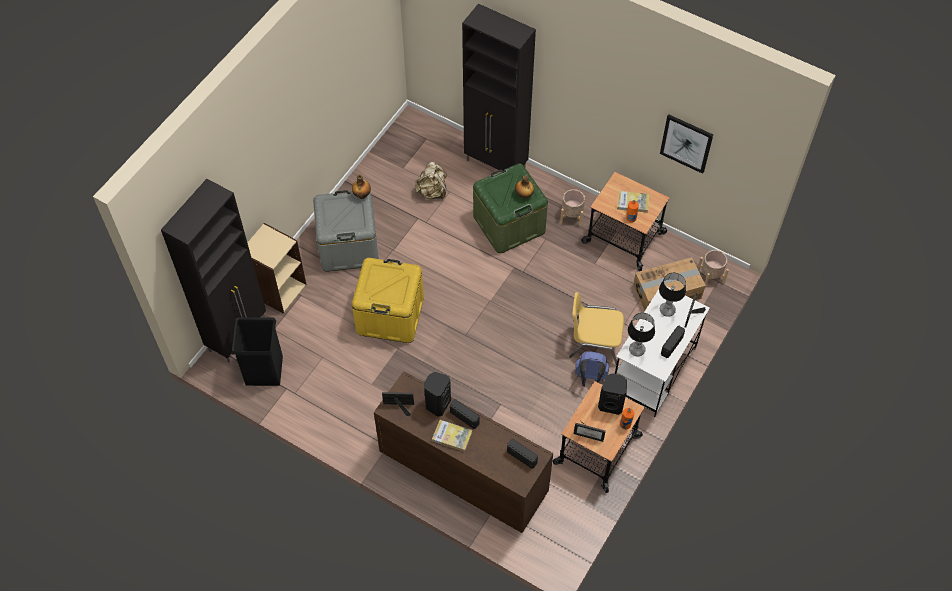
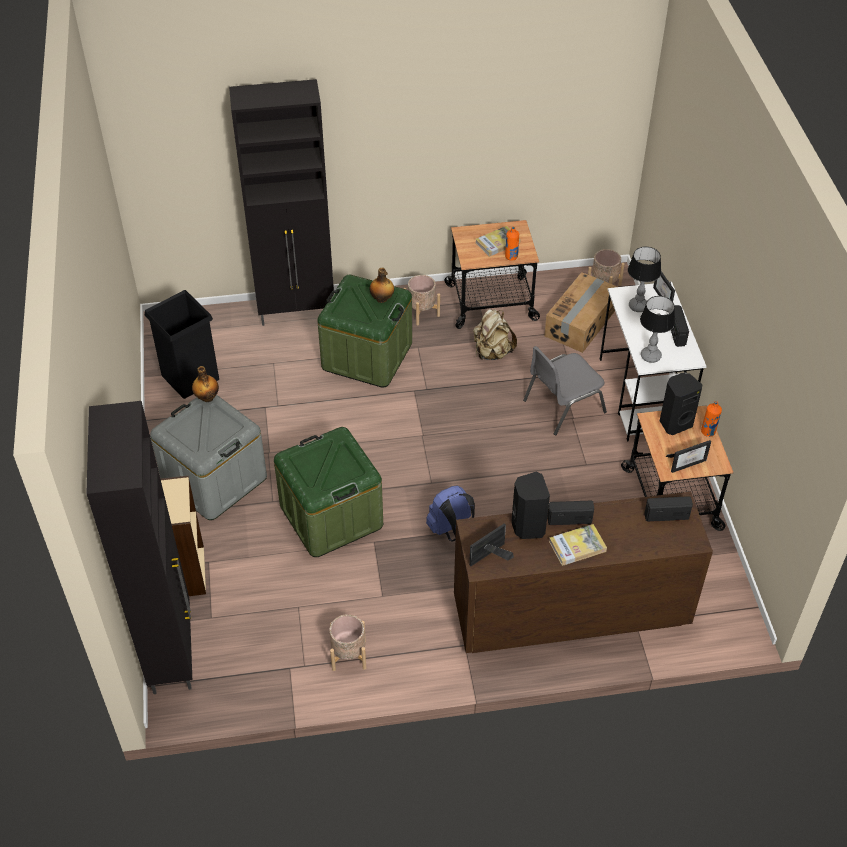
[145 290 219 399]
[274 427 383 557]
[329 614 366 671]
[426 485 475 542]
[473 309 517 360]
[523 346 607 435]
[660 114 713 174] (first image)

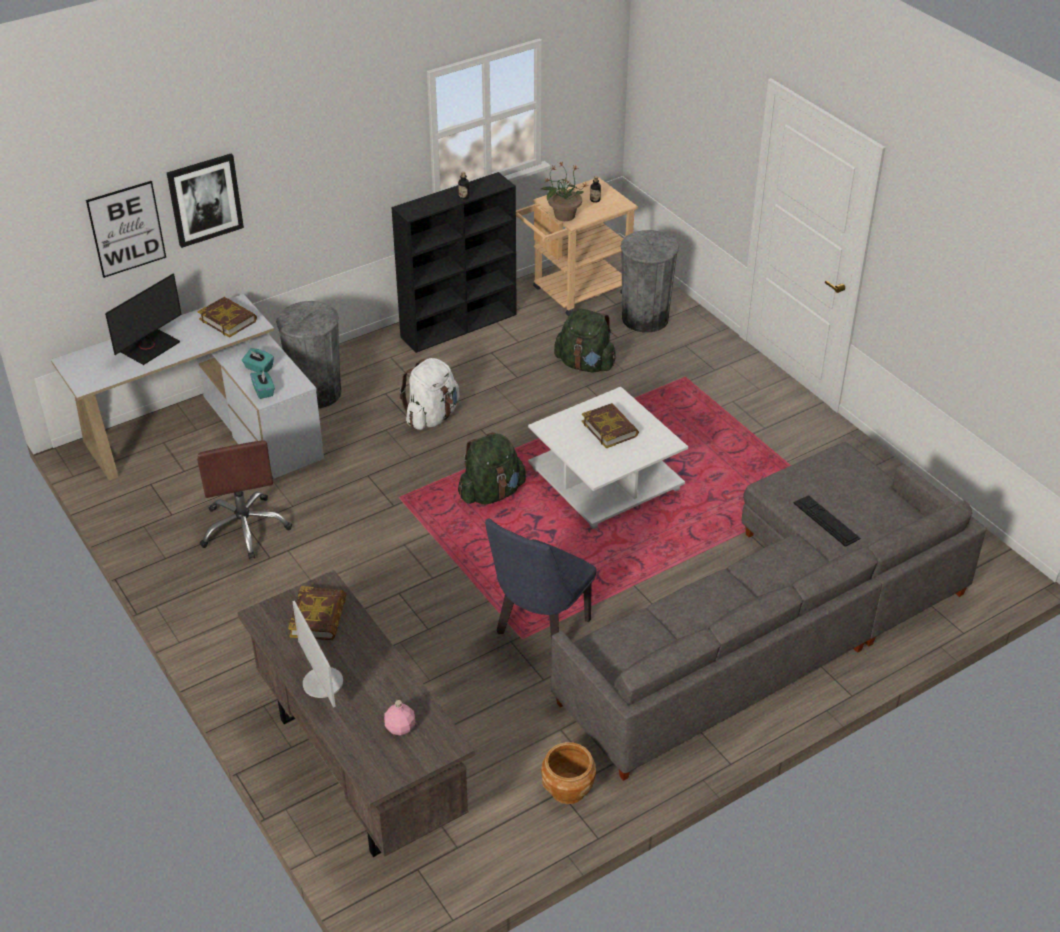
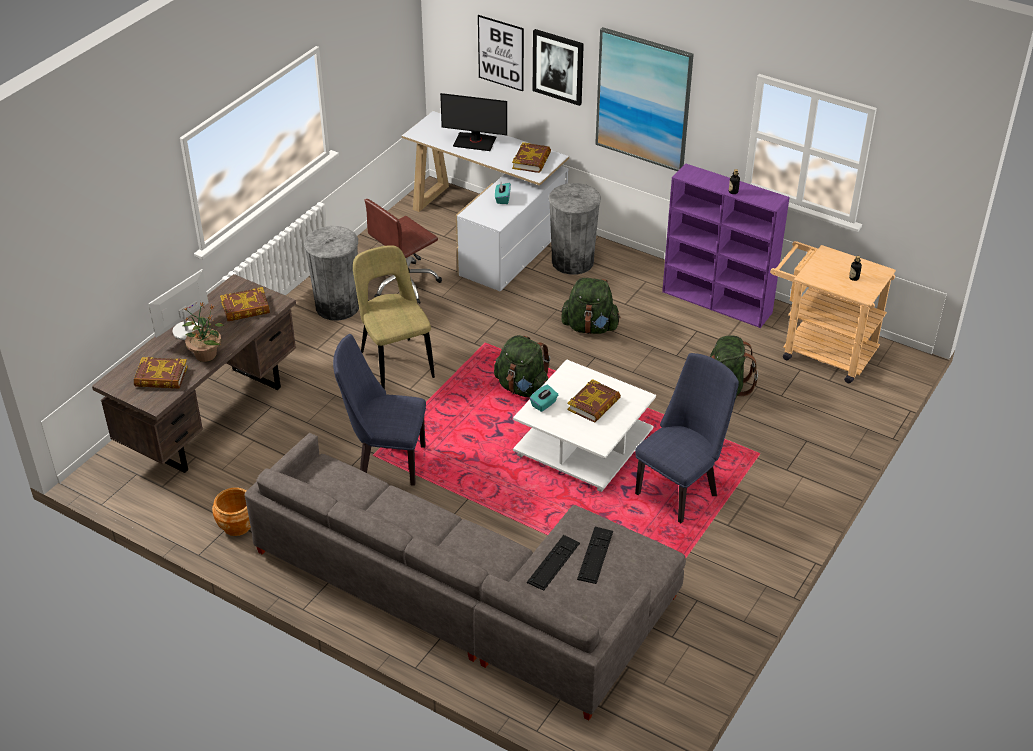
[134 357 188 389]
[182 302 224 362]
[304 226 359 321]
[353 245 435 389]
[530 385 558 412]
[561 278 621 334]
[577 527 613 584]
[595 27 694 171]
[635 353 739 523]
[662 163 790 328]

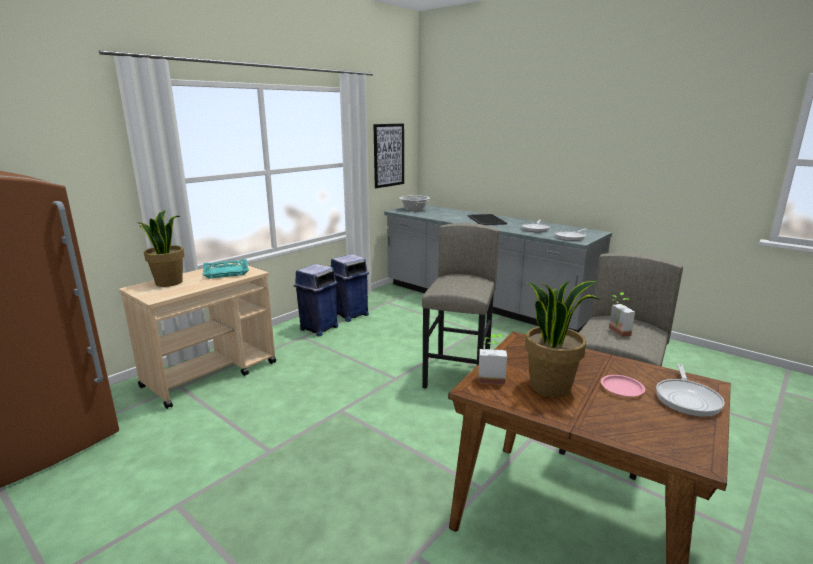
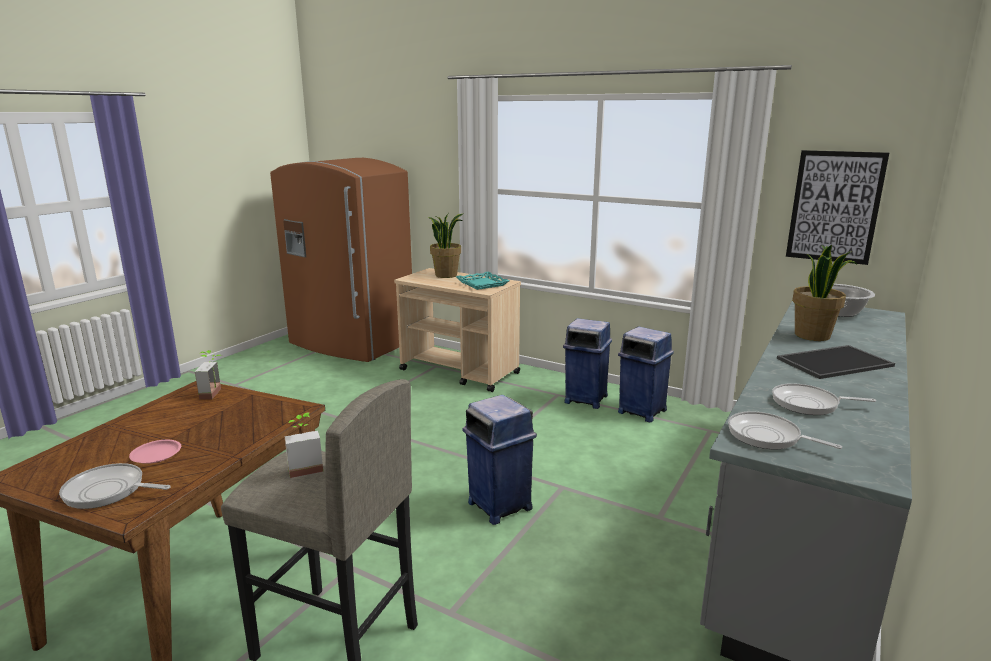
[462 395 537 525]
[792 245 858 341]

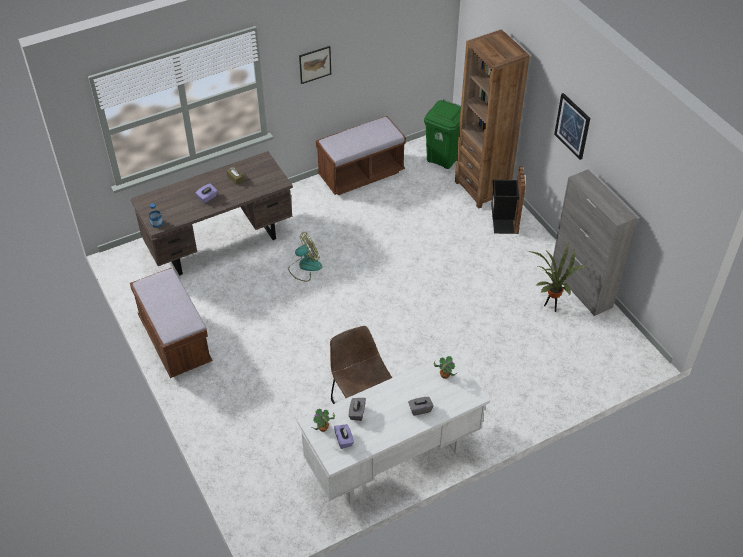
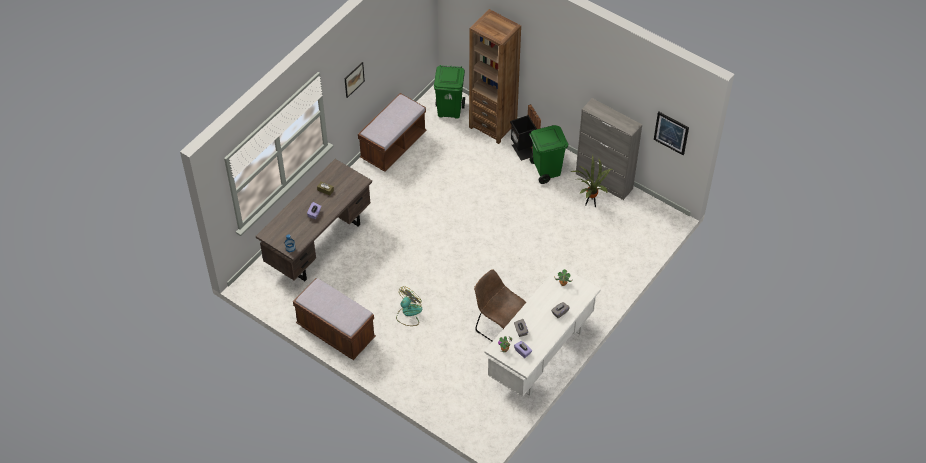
[396 286 423 326]
[529 125 568 184]
[654 112 689 155]

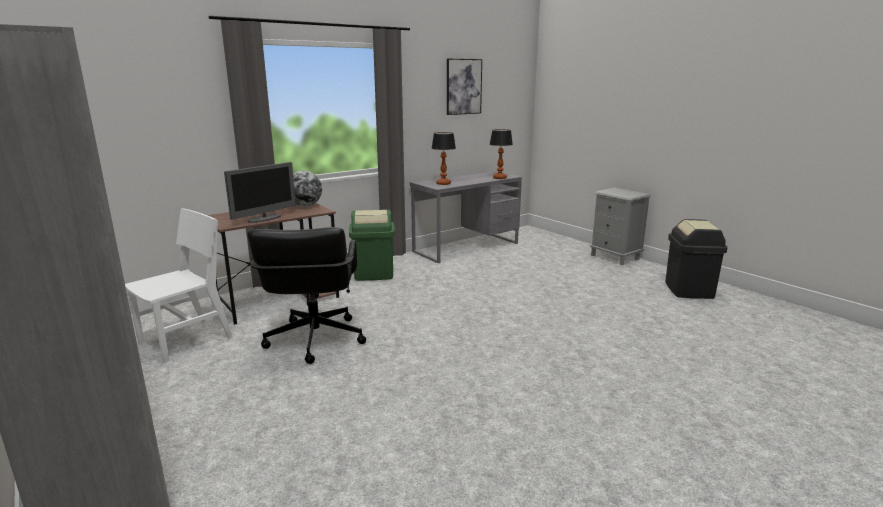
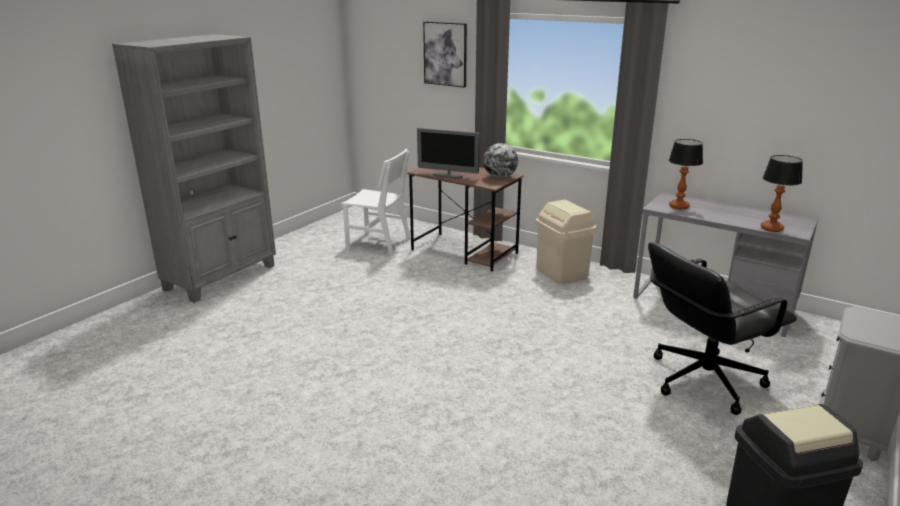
[423 21 467 88]
[536 200 596 284]
[648 242 797 415]

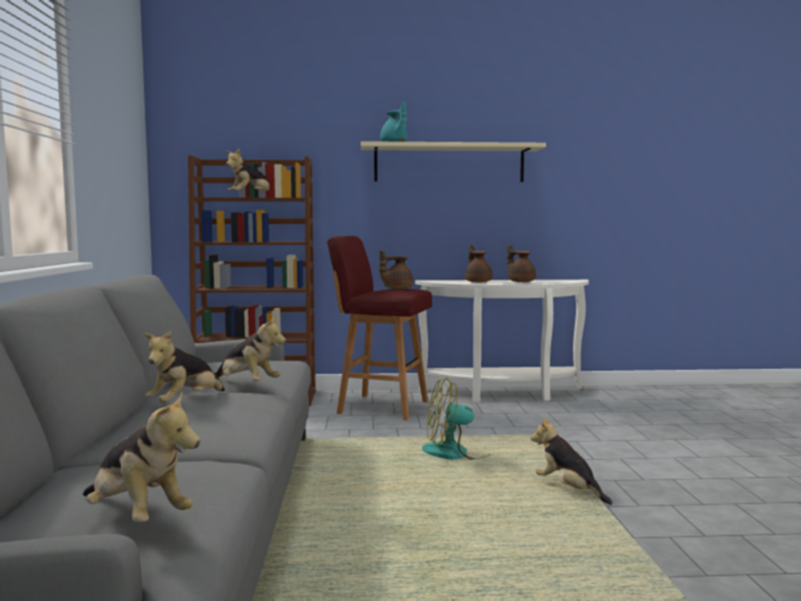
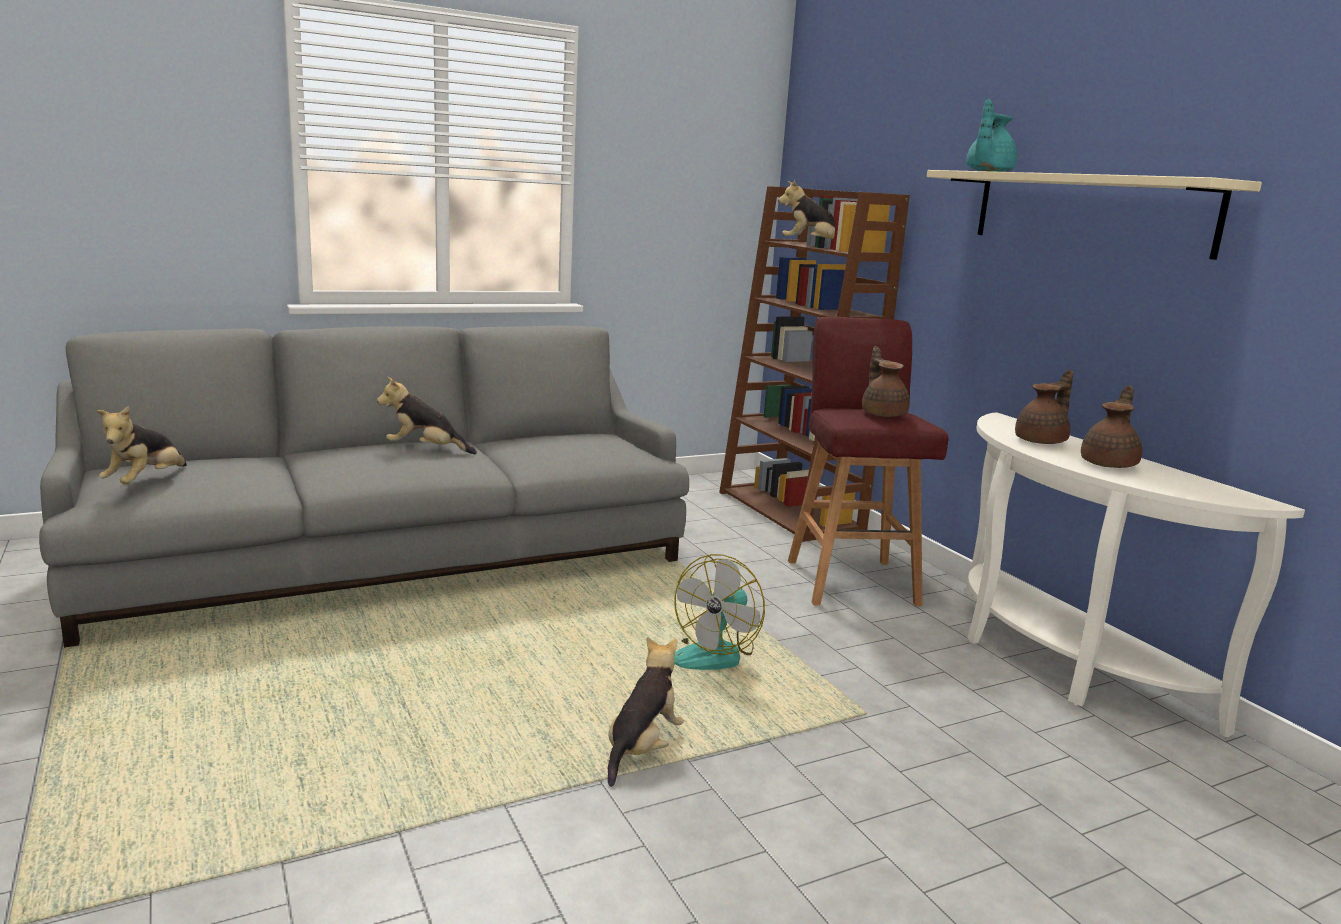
[674 554 765 670]
[862 346 910 417]
[214 315 286 381] (first image)

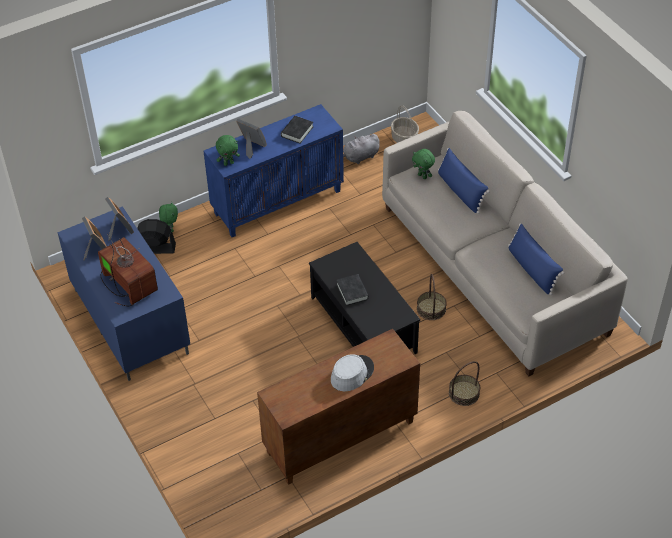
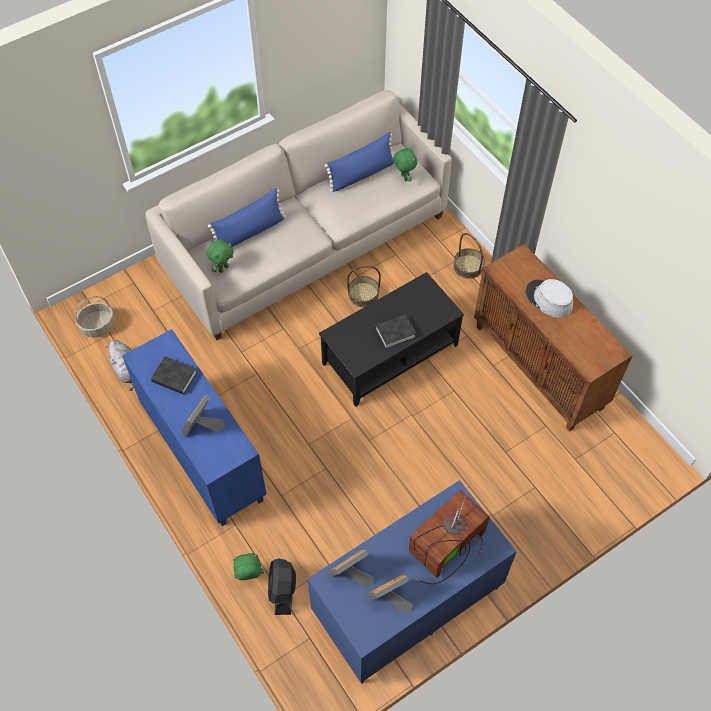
[393 146 417 181]

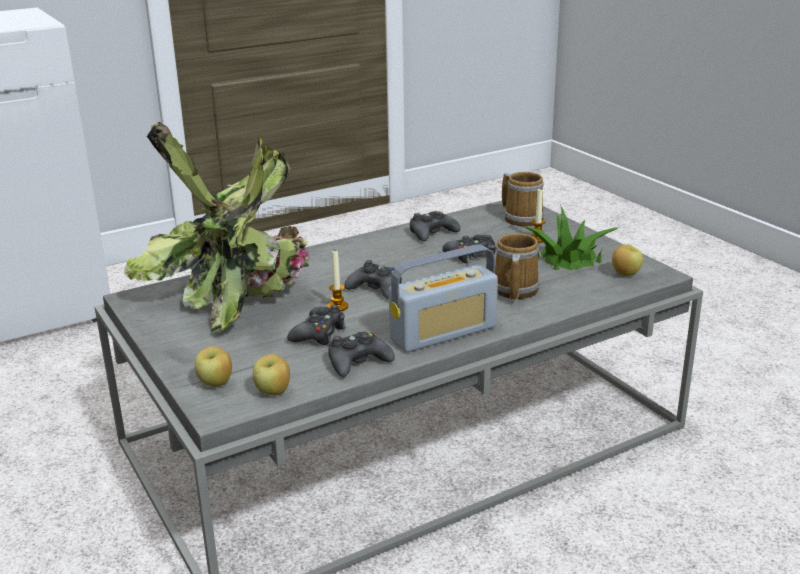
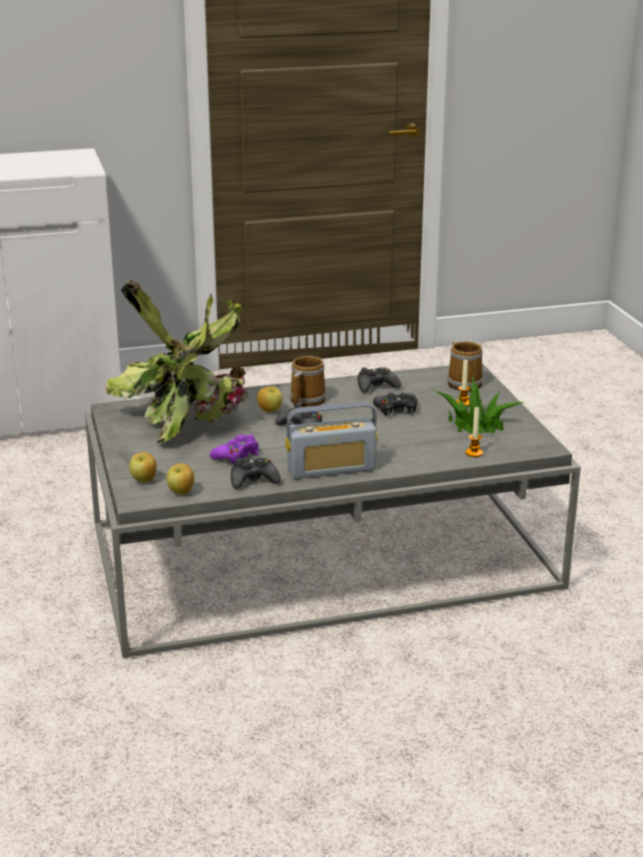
[210 435 259 464]
[257 386 283 412]
[290 356 327 407]
[466 407 483 457]

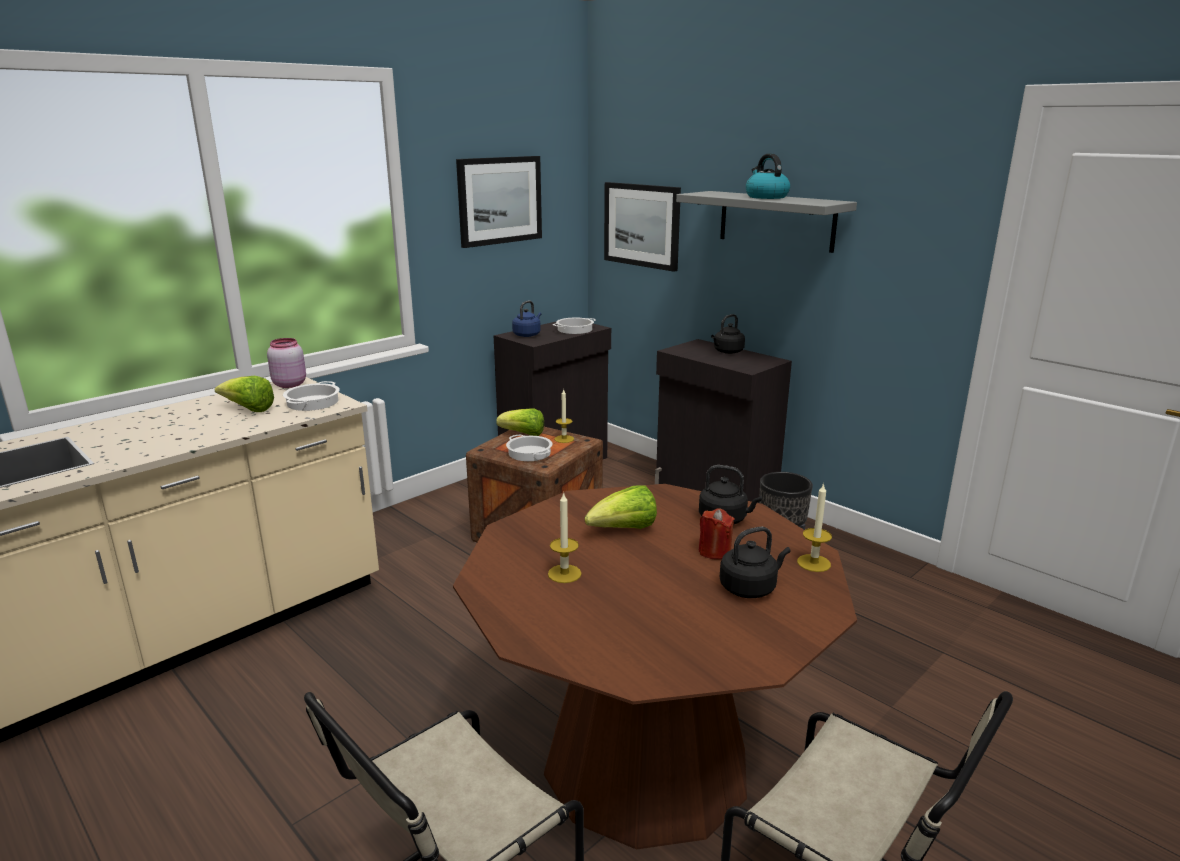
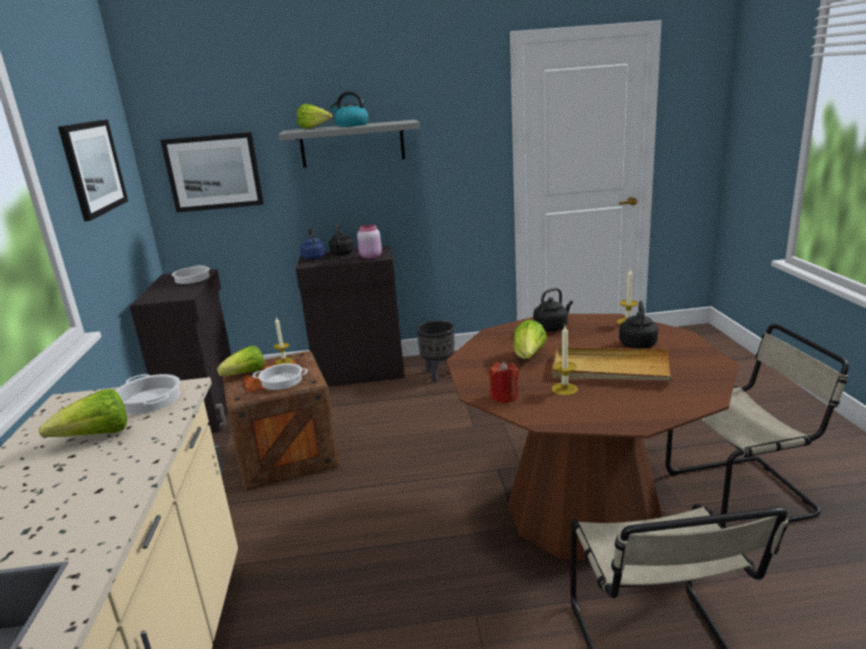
[297 104 332 129]
[300 228 326 260]
[357 225 382 259]
[490 362 519 403]
[552 347 672 380]

